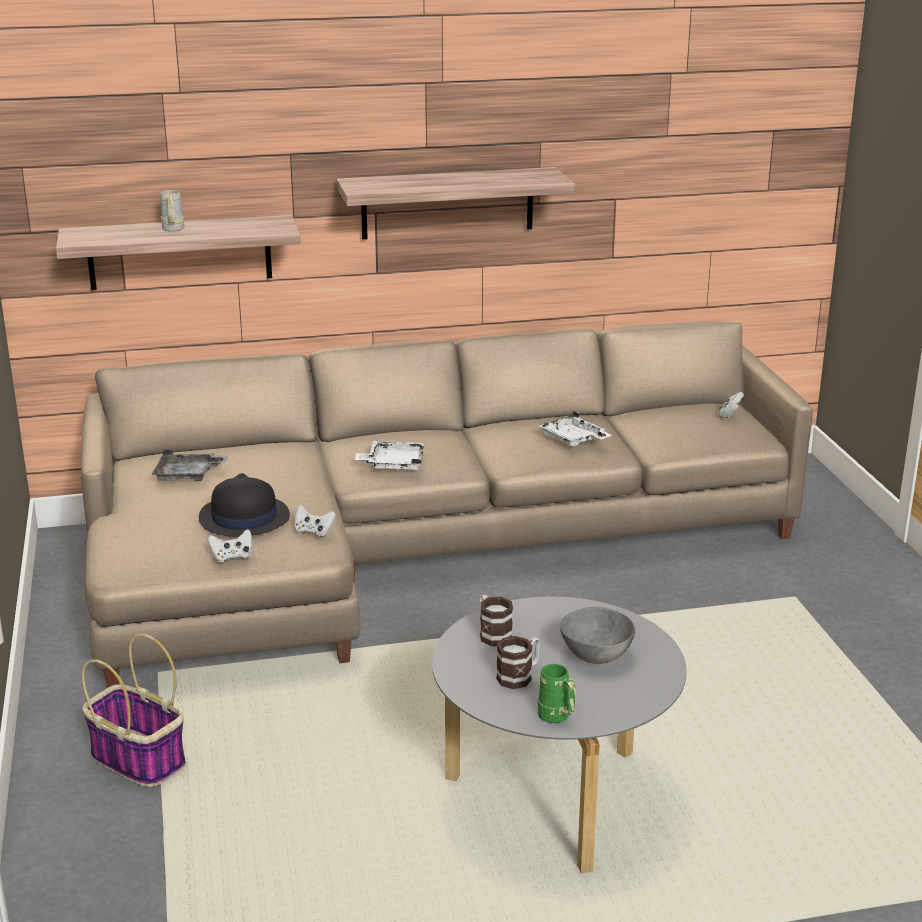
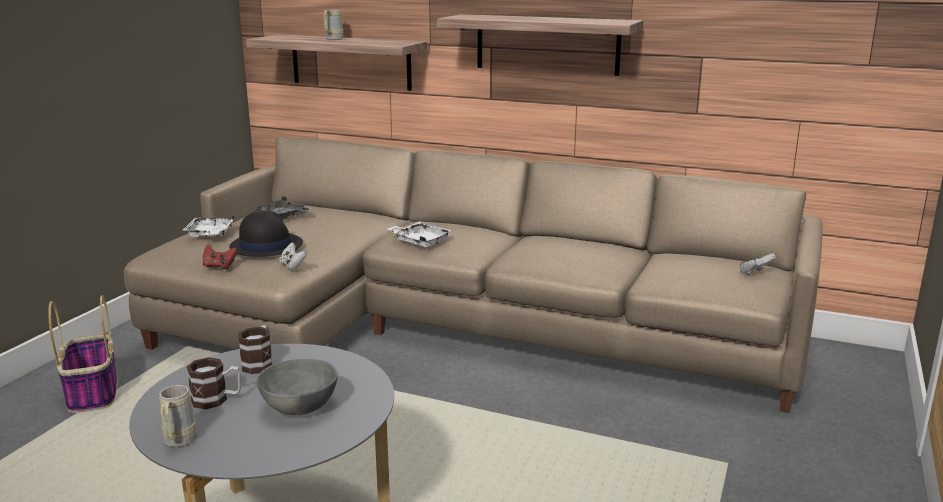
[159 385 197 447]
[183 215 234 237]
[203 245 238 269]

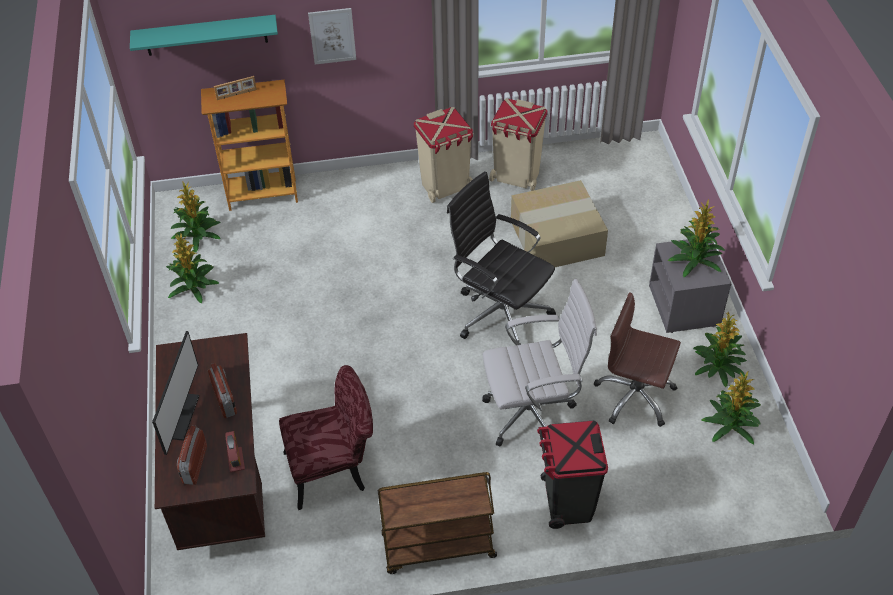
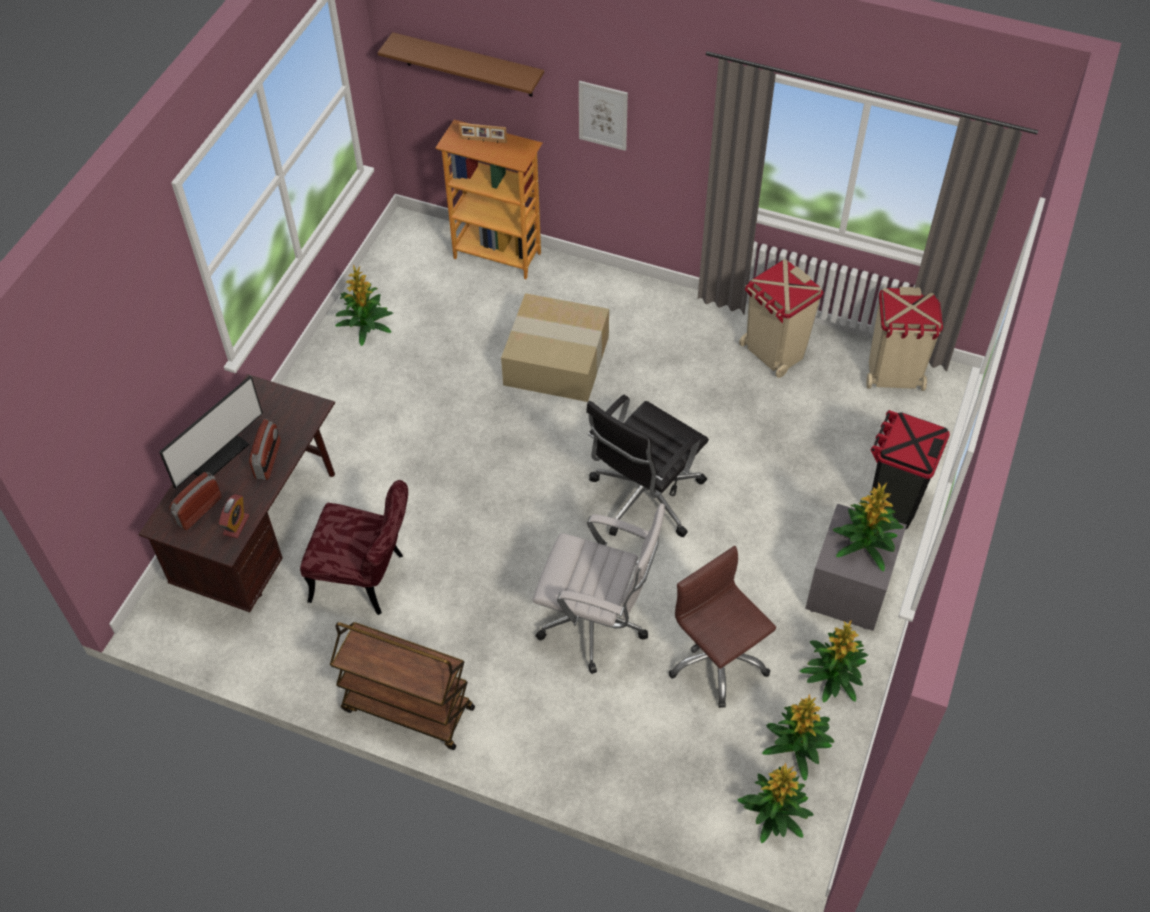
[378 32 544 97]
[501 293 609 402]
[586 395 709 537]
[738 763 814 843]
[866 287 943 391]
[870 410 950 530]

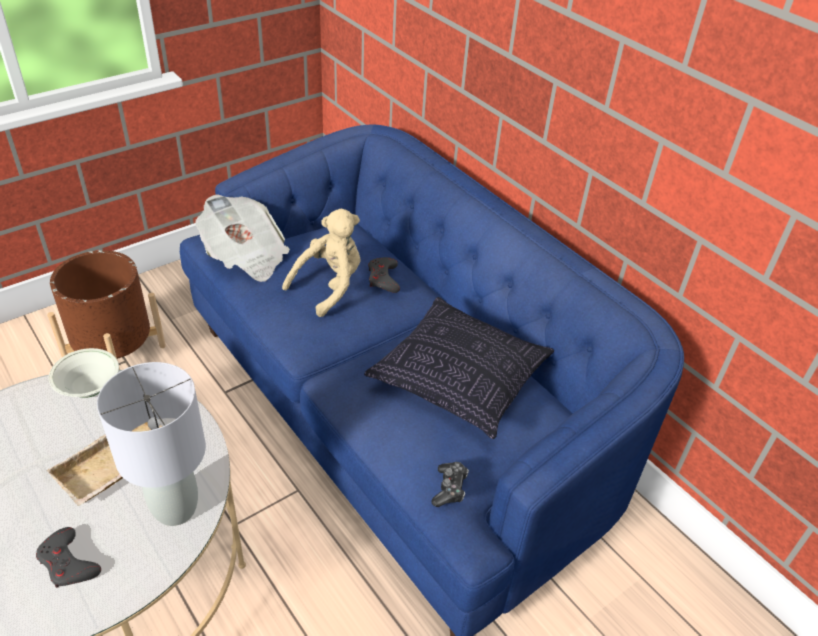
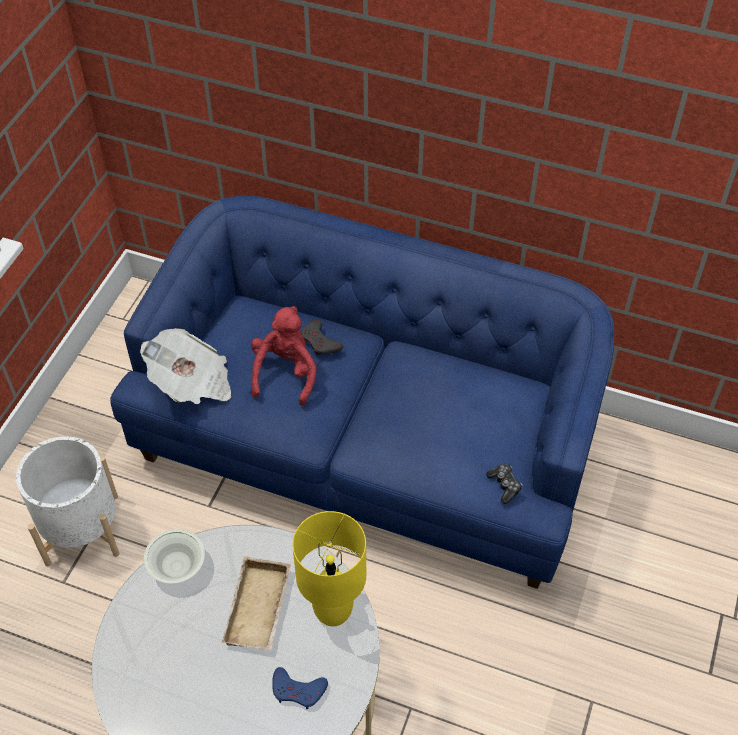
[16 436 120 566]
[251 306 317 405]
[272 667 328 709]
[292 511 366 626]
[364 297 554 439] (first image)

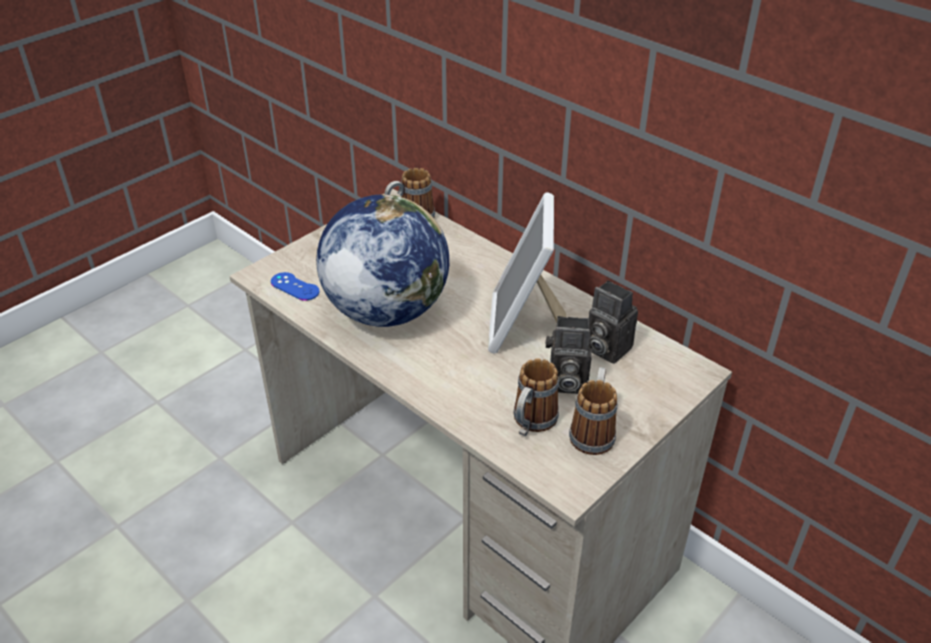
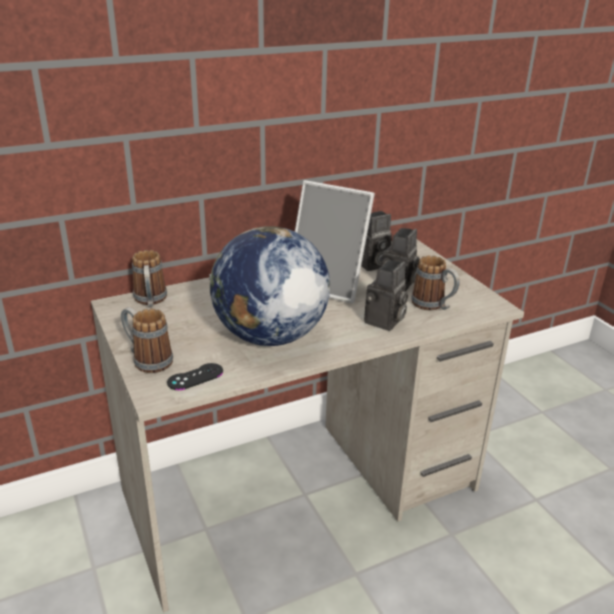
[121 307 173 373]
[167 363 223 390]
[364 260 408 331]

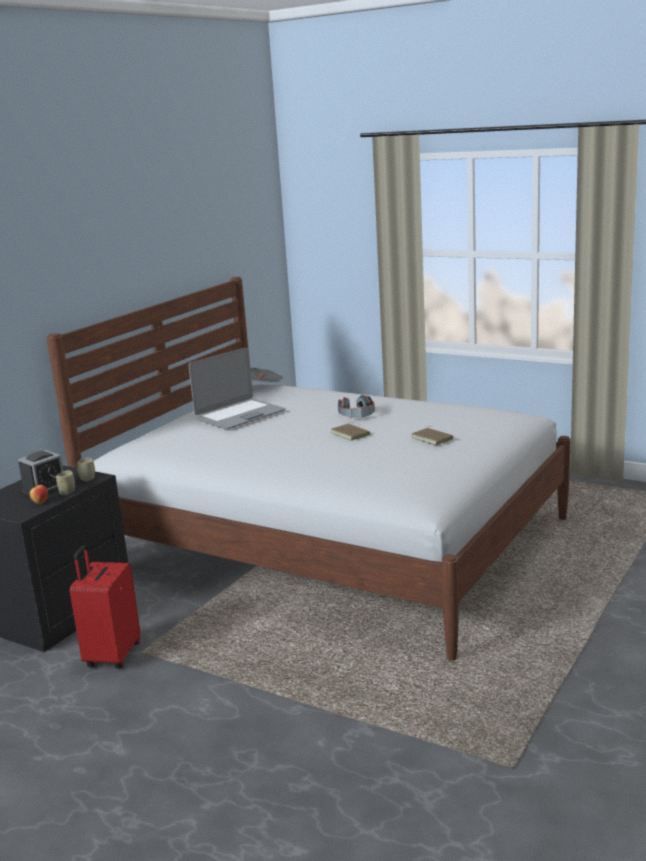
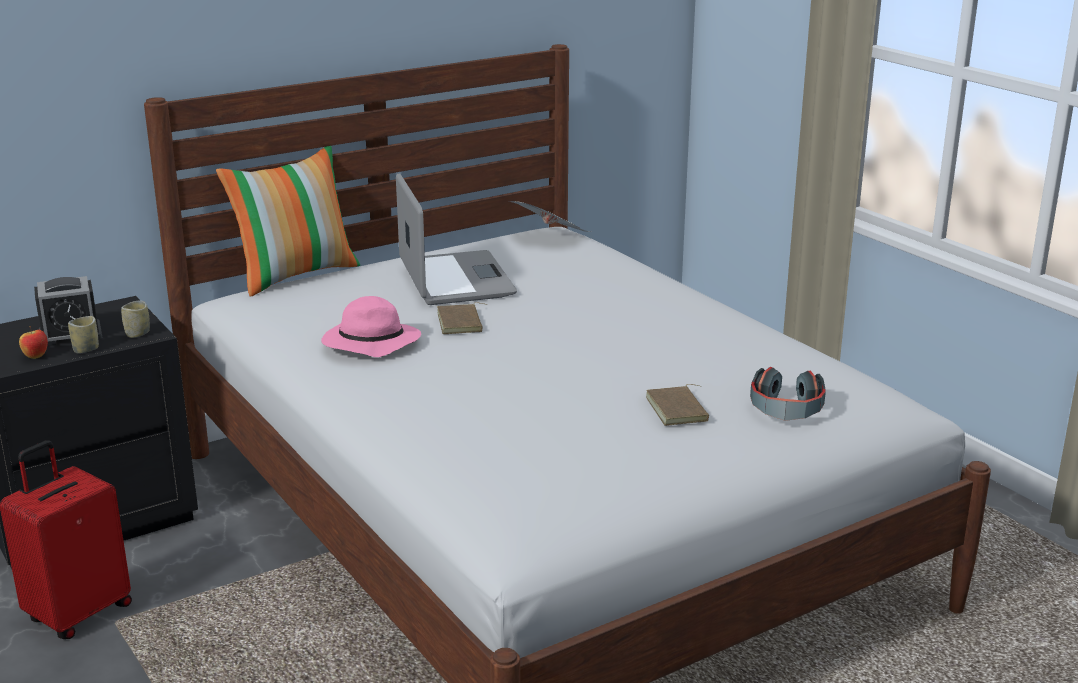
[216 146 360 297]
[321 296 421 357]
[396 173 517 305]
[437 302 487 334]
[750 367 826 421]

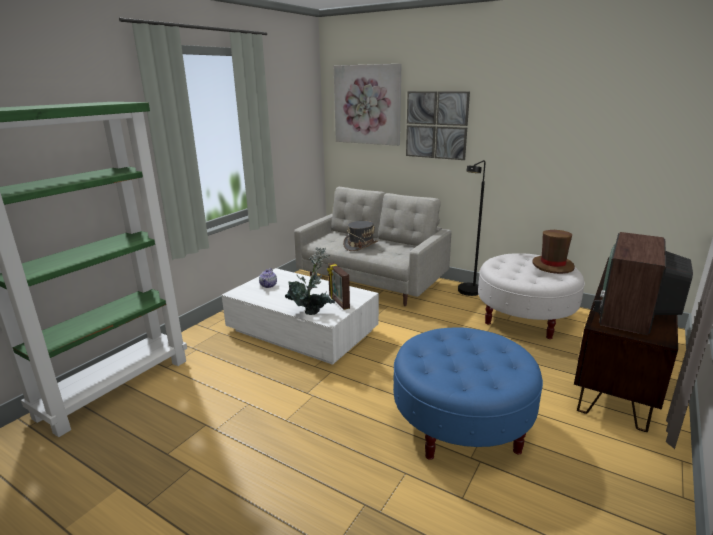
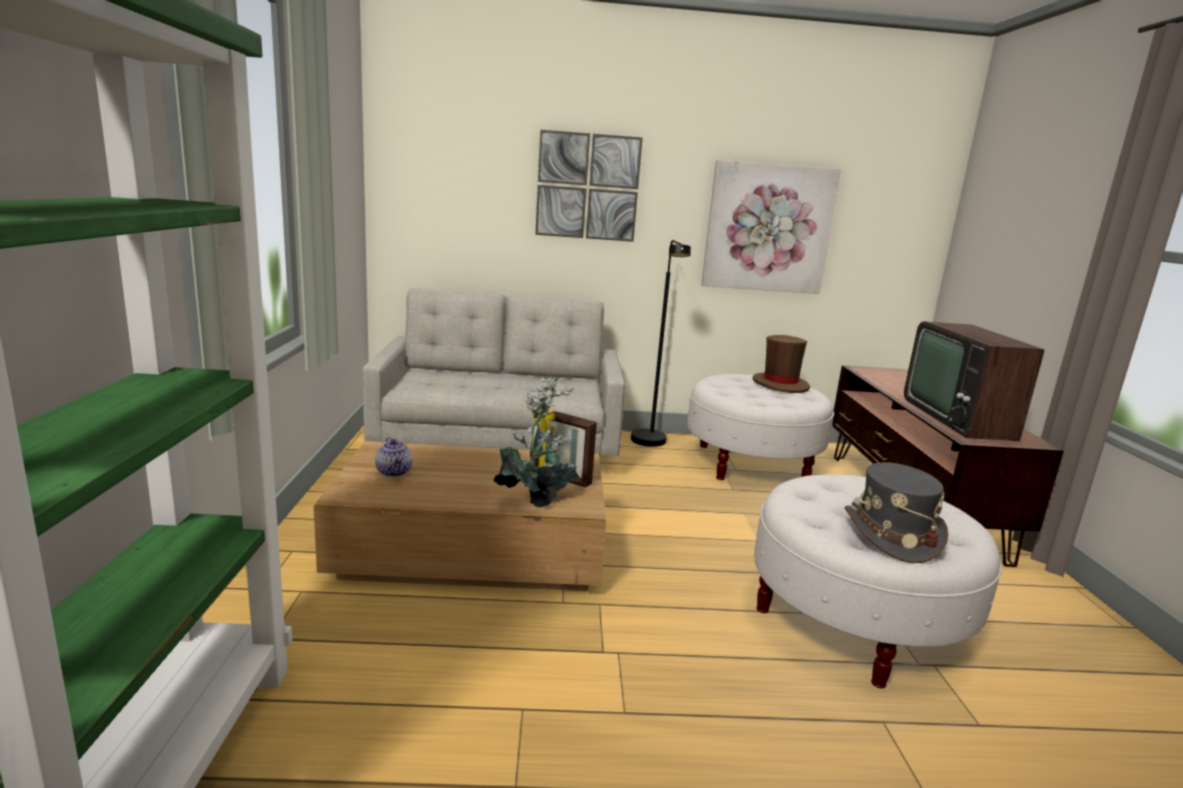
[314 441 606 591]
[701 160 841 294]
[754 475 1002 688]
[845 462 948 563]

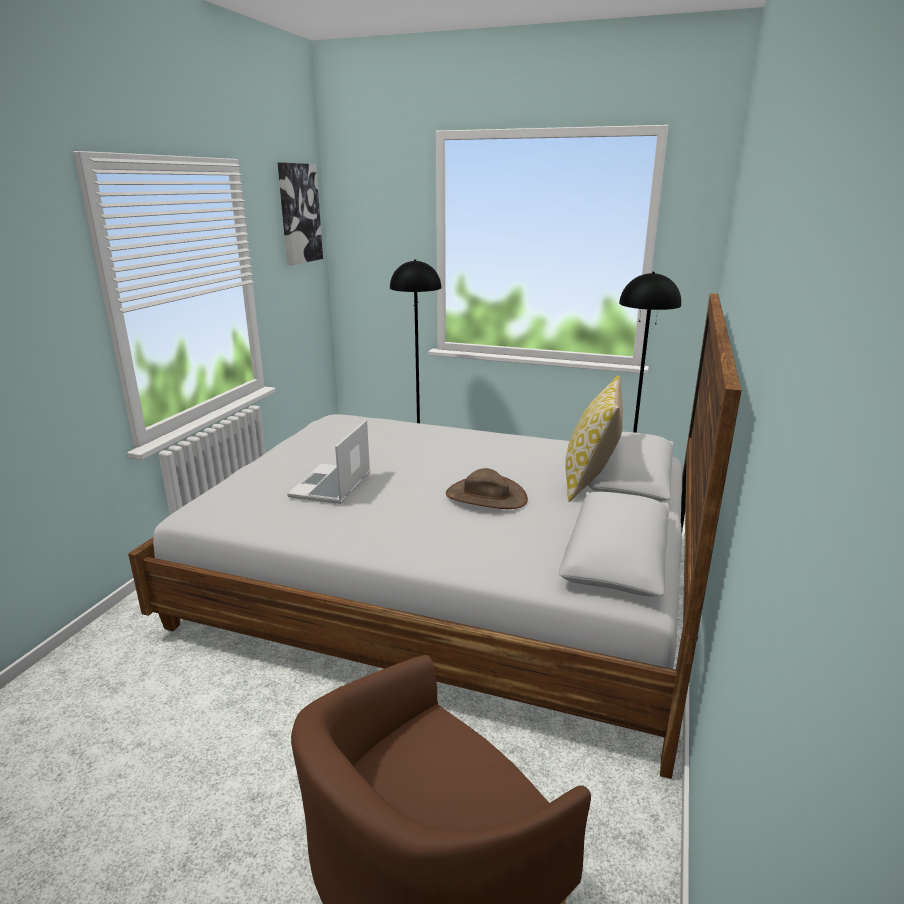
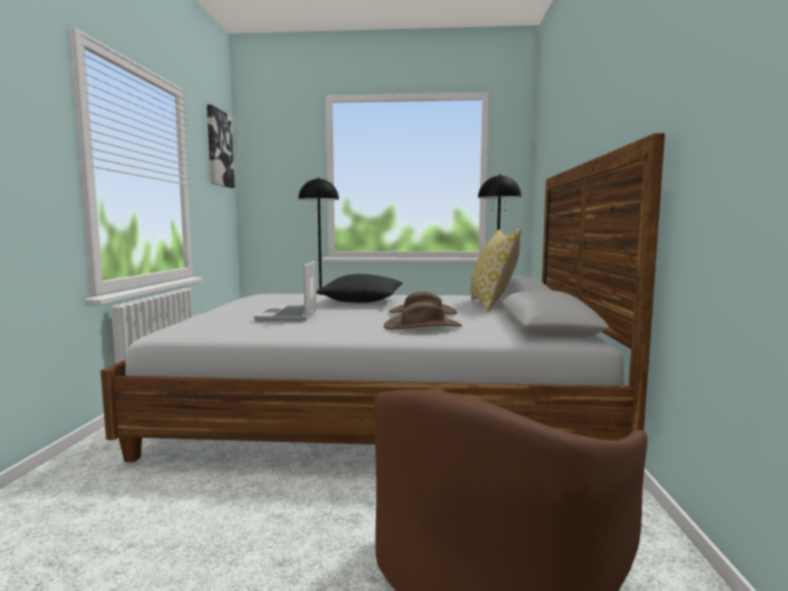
[316 274 403 303]
[384 302 462 329]

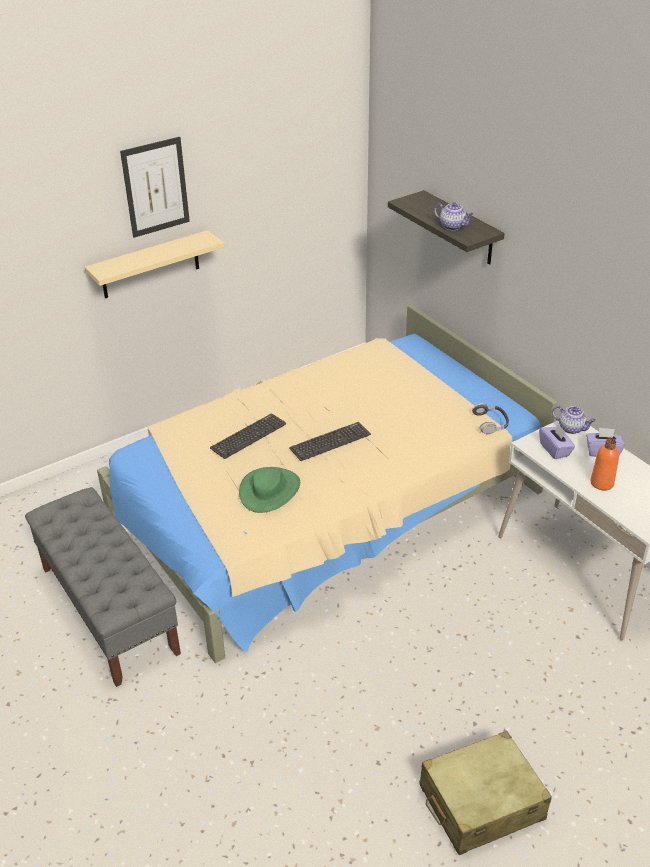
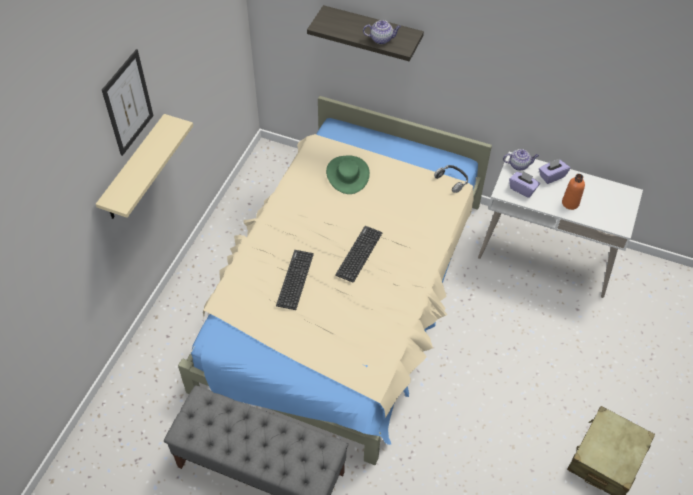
[326 155 370 194]

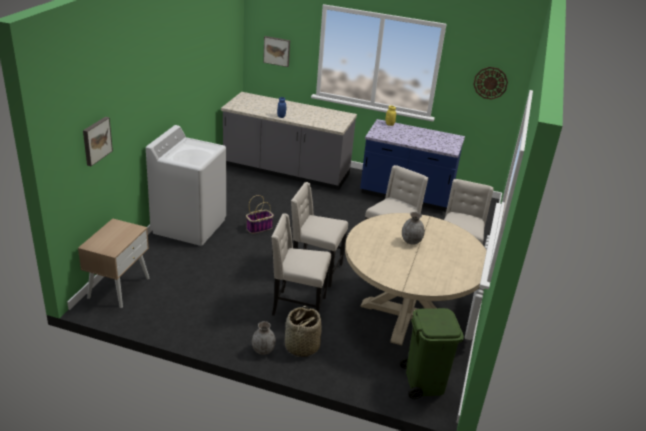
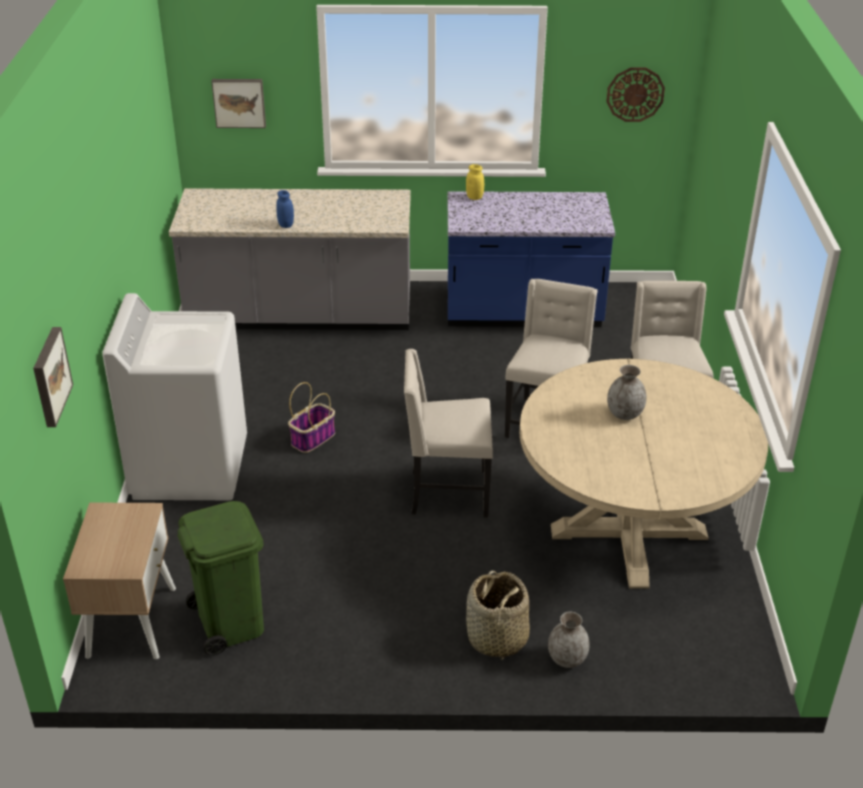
[177 501 264 656]
[548 612 590 668]
[271 213 331 316] (first image)

